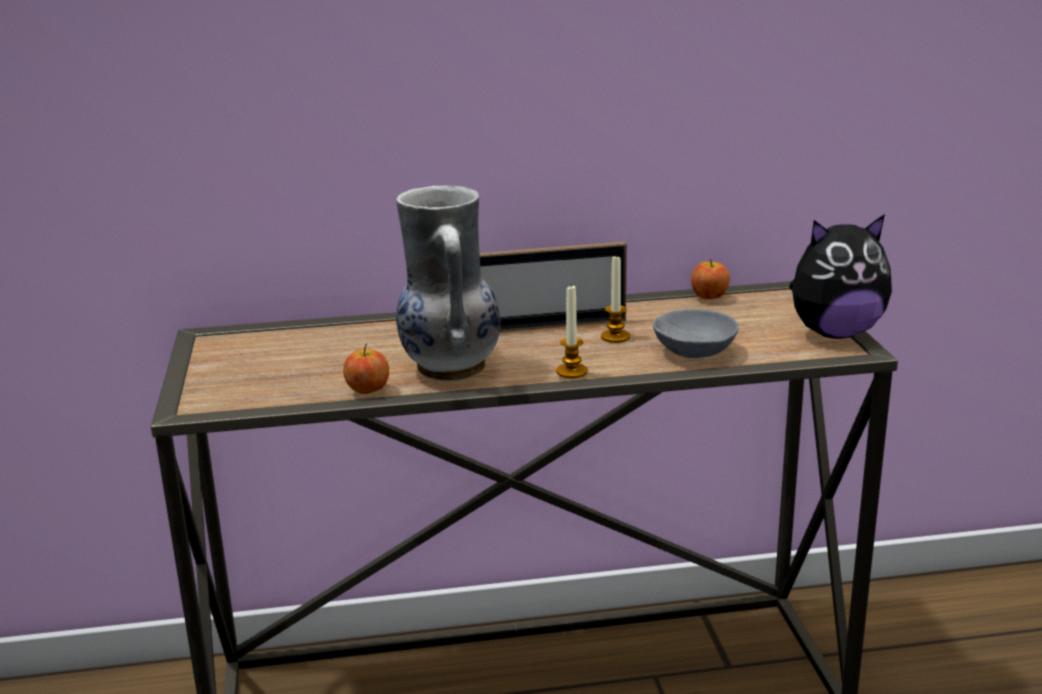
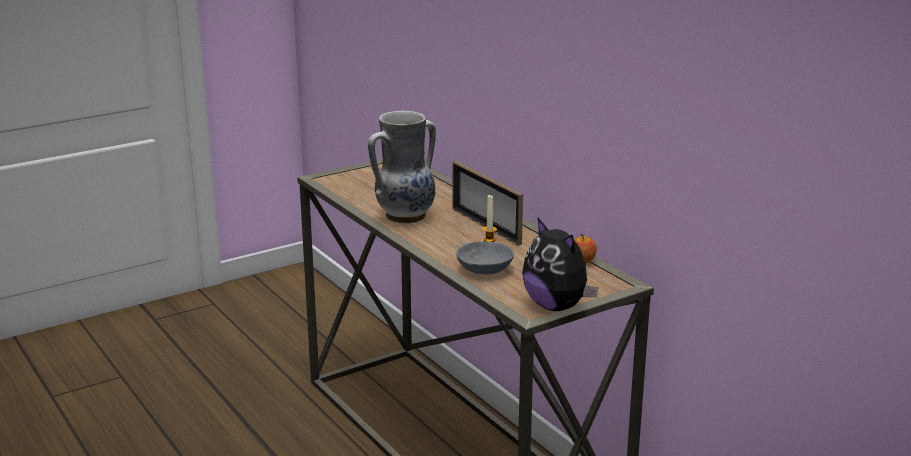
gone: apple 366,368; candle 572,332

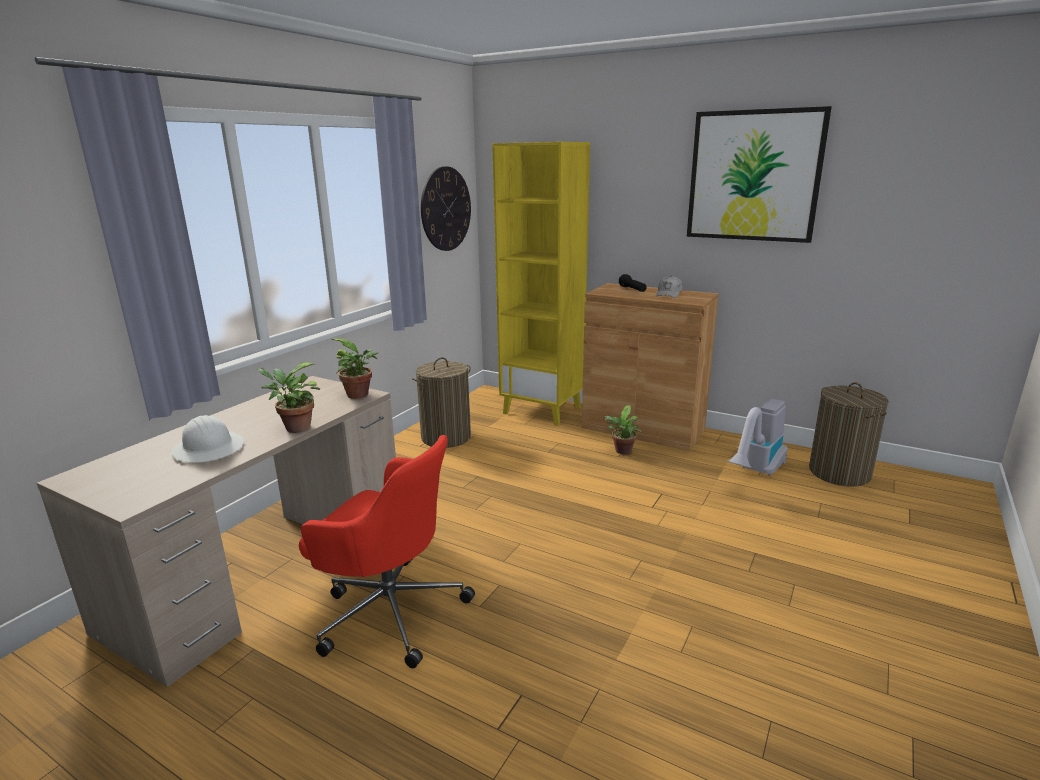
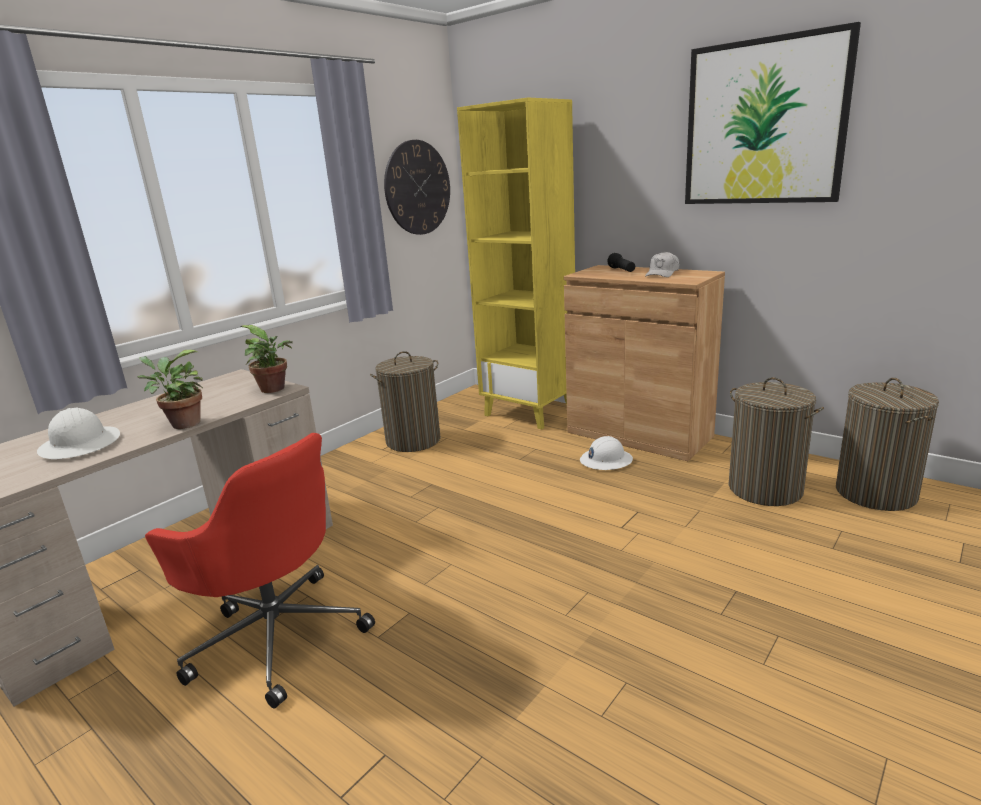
swapped: potted plant 623,429 to white hard hat 606,453; vacuum cleaner 758,437 to laundry basket 776,441

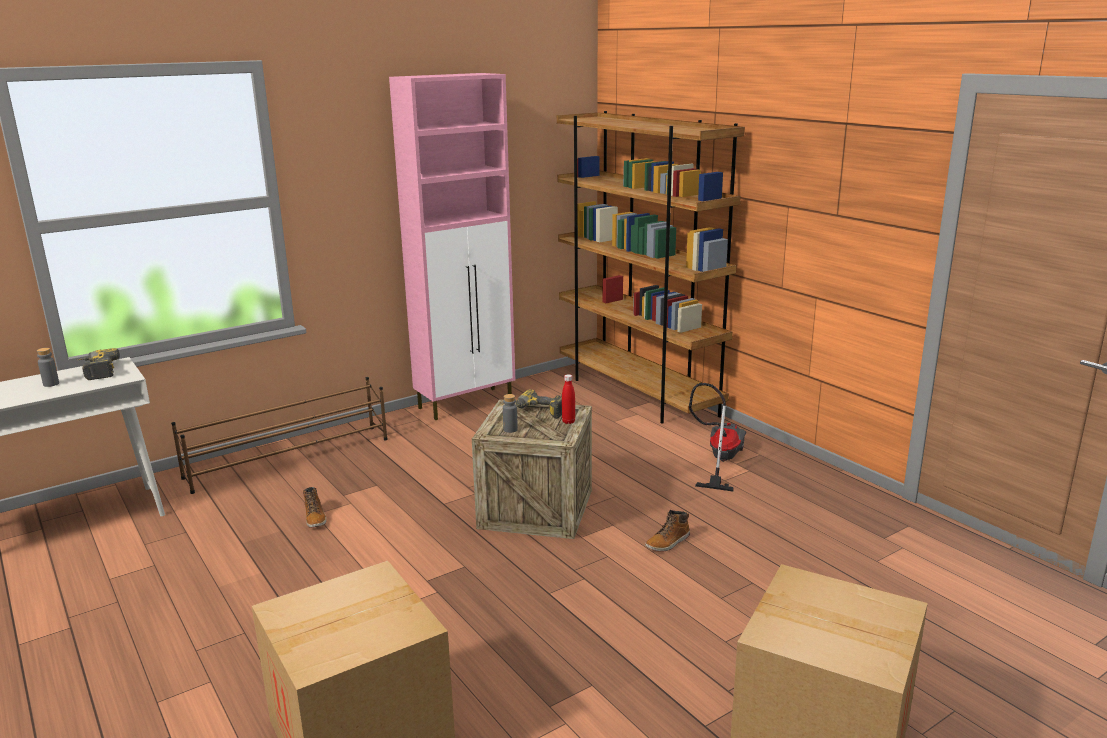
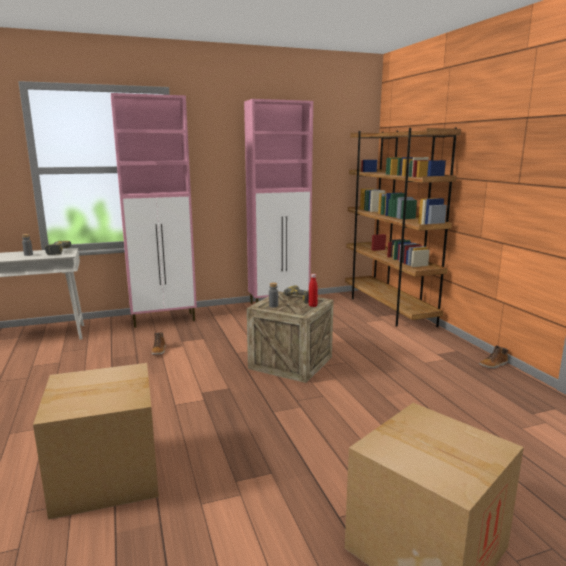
gone: vacuum cleaner 717,437
shifted: boot 667,531 to 493,357
swapped: brown shoe rack 279,435 to pink cabinet 154,210

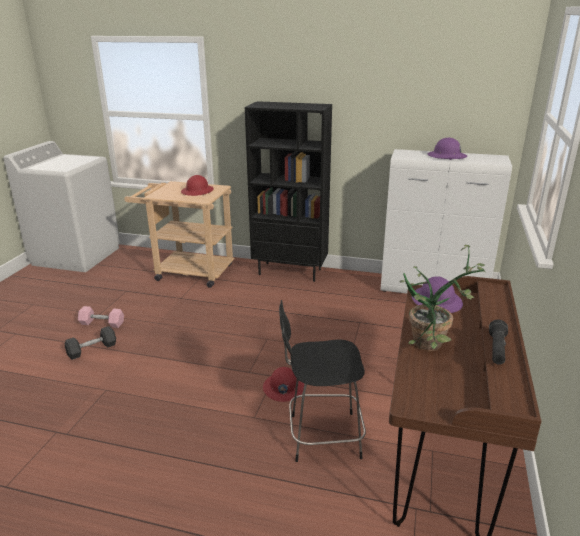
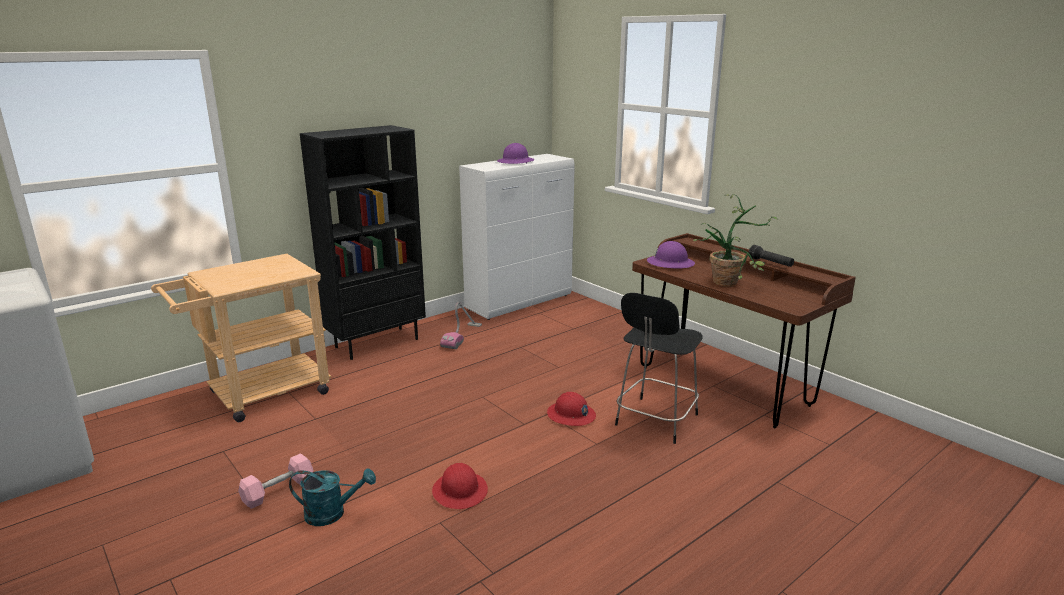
new: vacuum cleaner 461,325
shifted: red hard hat 197,185 to 460,486
swapped: grey dumbbell 90,343 to turquoise watering can 332,497

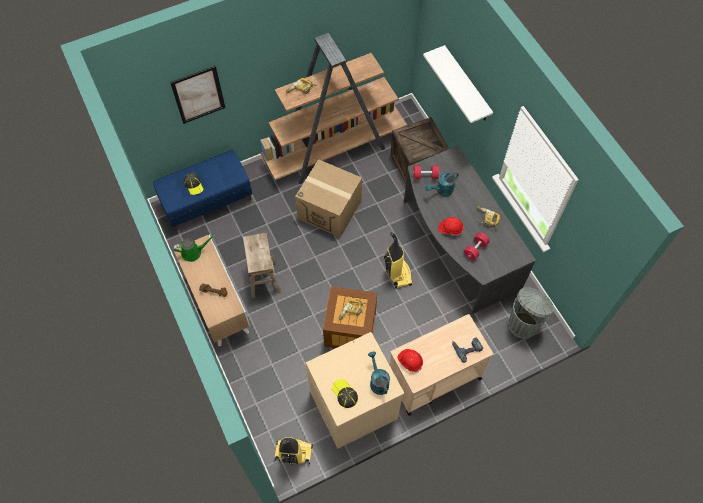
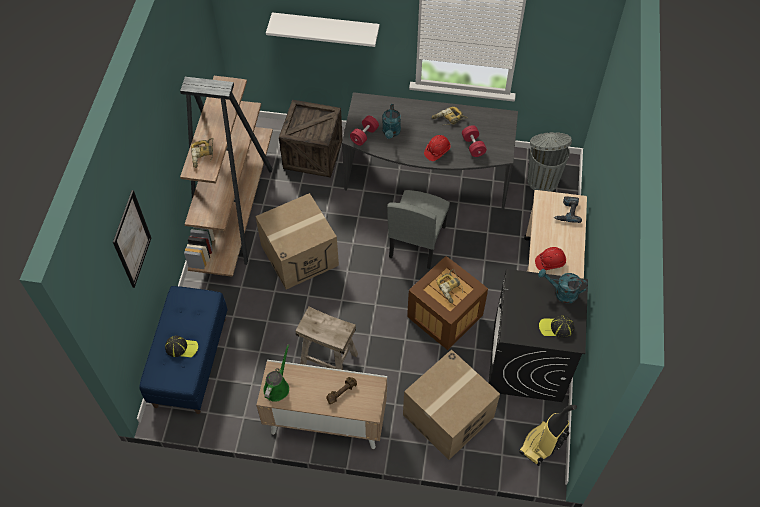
new: cardboard box 451,404
swapped: vacuum cleaner 398,260 to grey chair 418,229
repainted: beige washing machine 355,390 to black washing machine 538,335

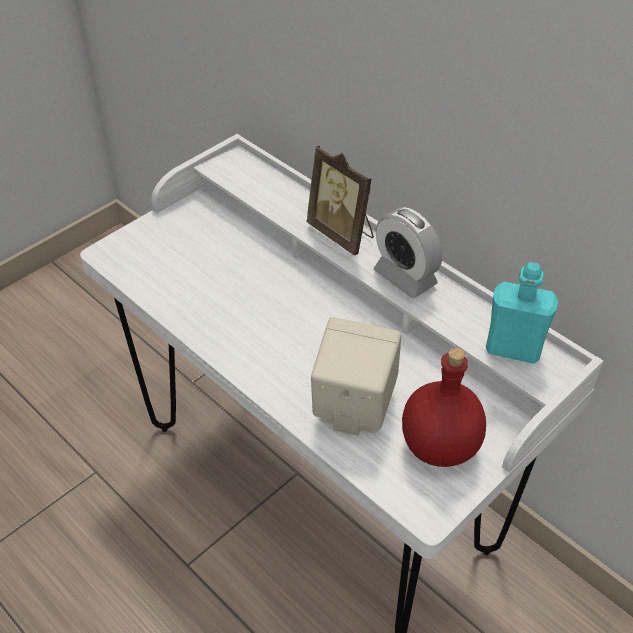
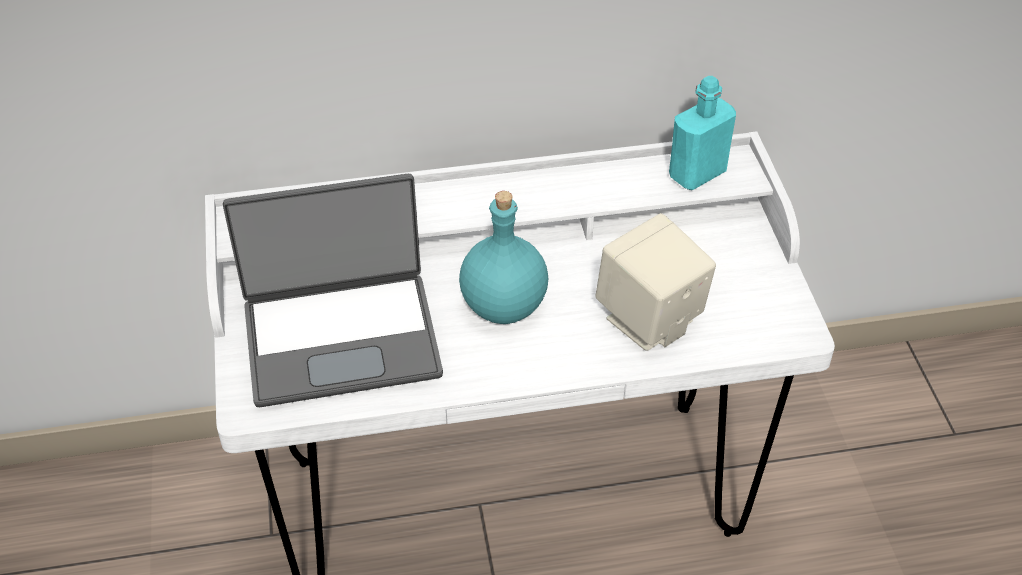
gone: picture frame 340,200; alarm clock 408,252; red bottle 444,407
new: laptop 333,290; turquoise bottle 503,257

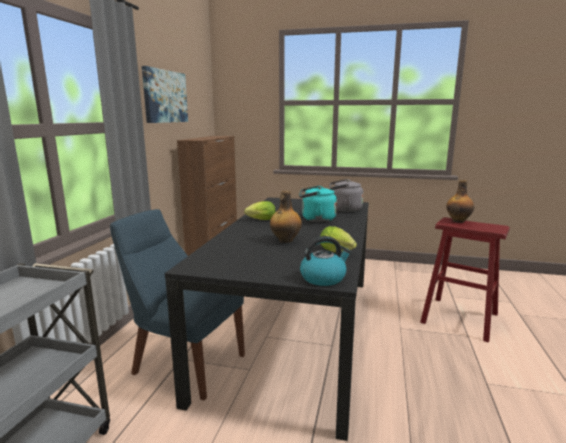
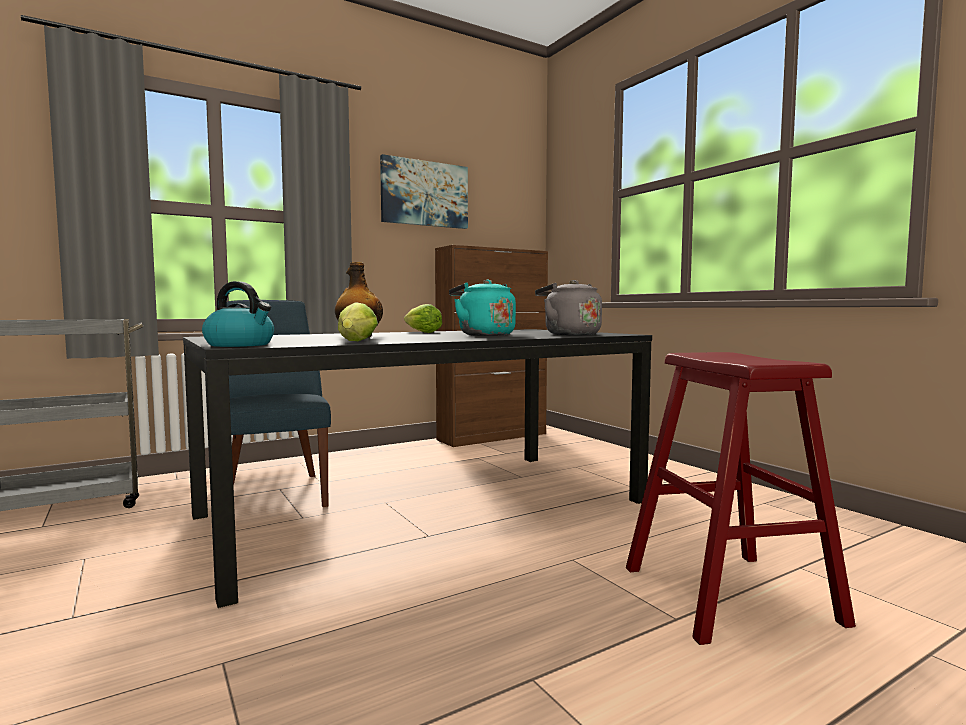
gone: bottle 460,201

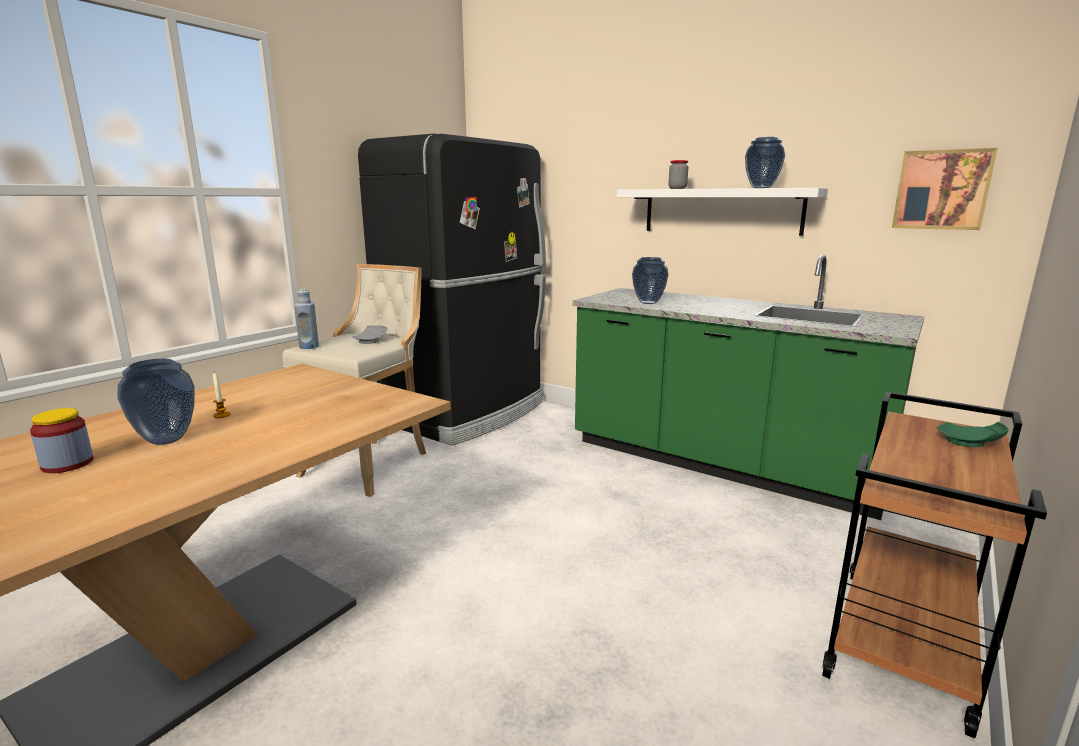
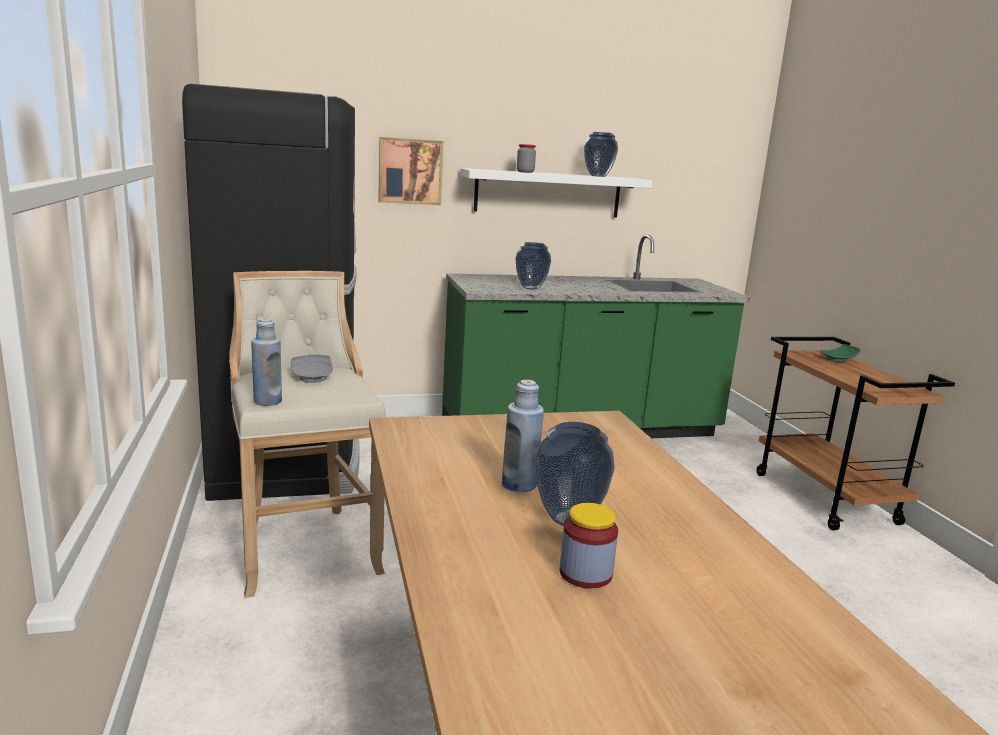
shifted: picture 945,189 to 410,171
swapped: candle 221,395 to blue bottle 523,436

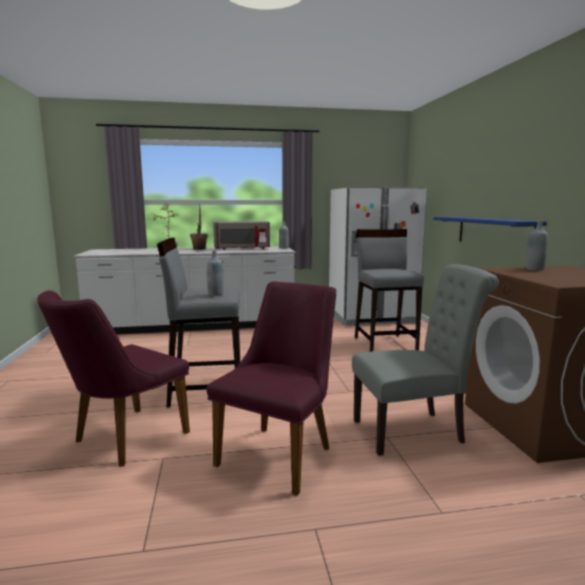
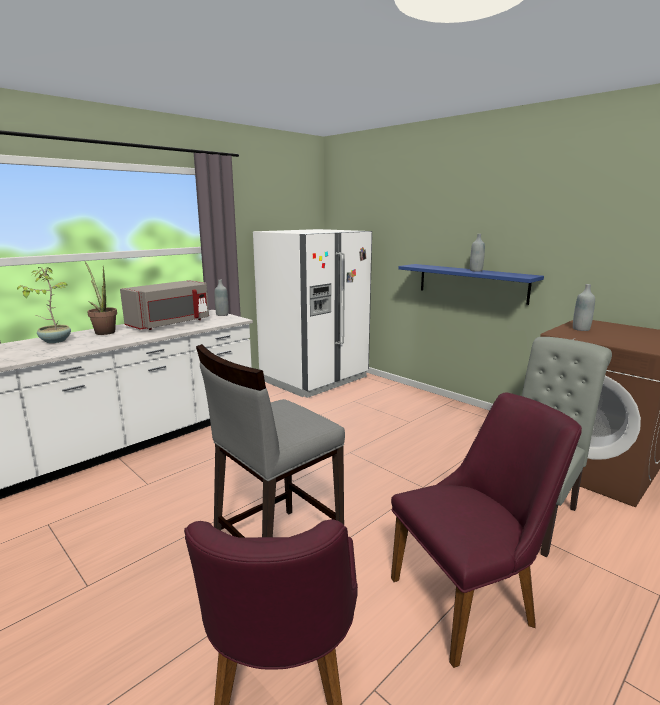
gone: grey stool 389,290
shifted: grey bottle 215,273 to 477,252
rotated: purple chair 271,388 = 486,530 75 degrees clockwise

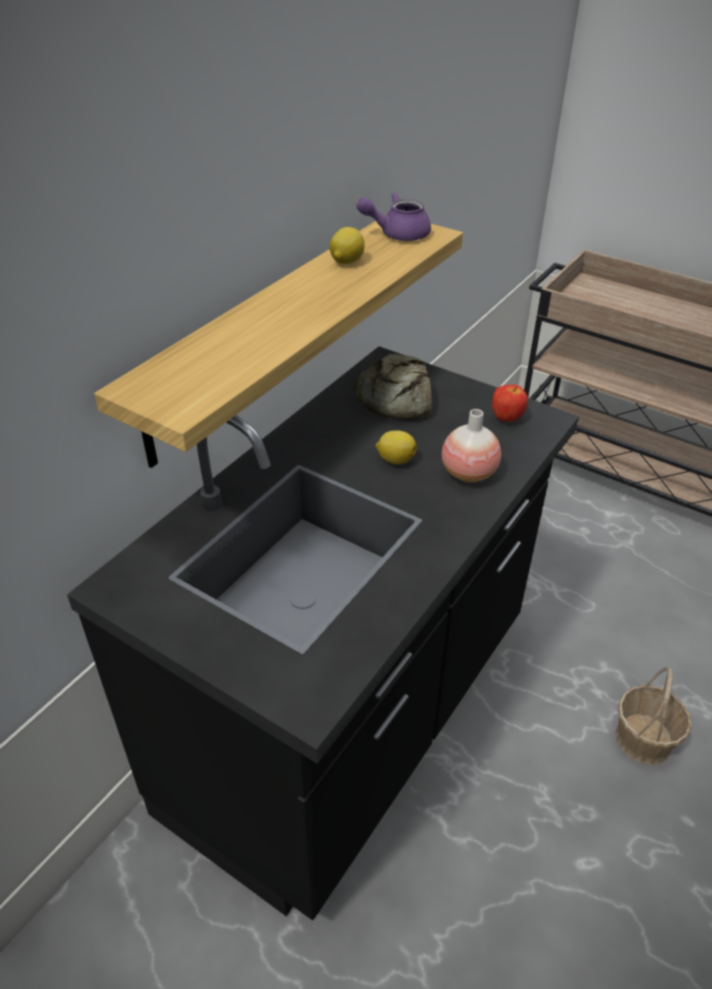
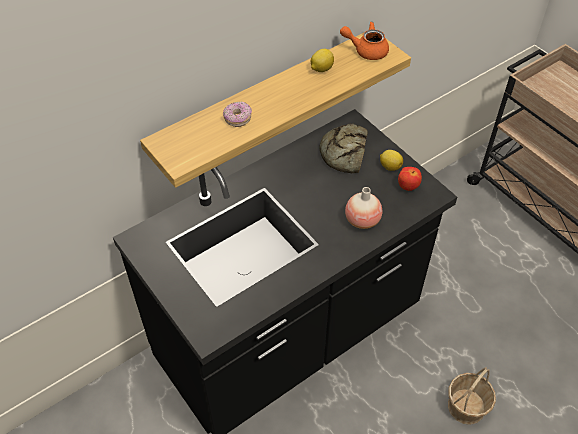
new: donut 237,114
shifted: lemon 396,447 to 391,160
repainted: purple teapot 394,216 to orange teapot 364,41

